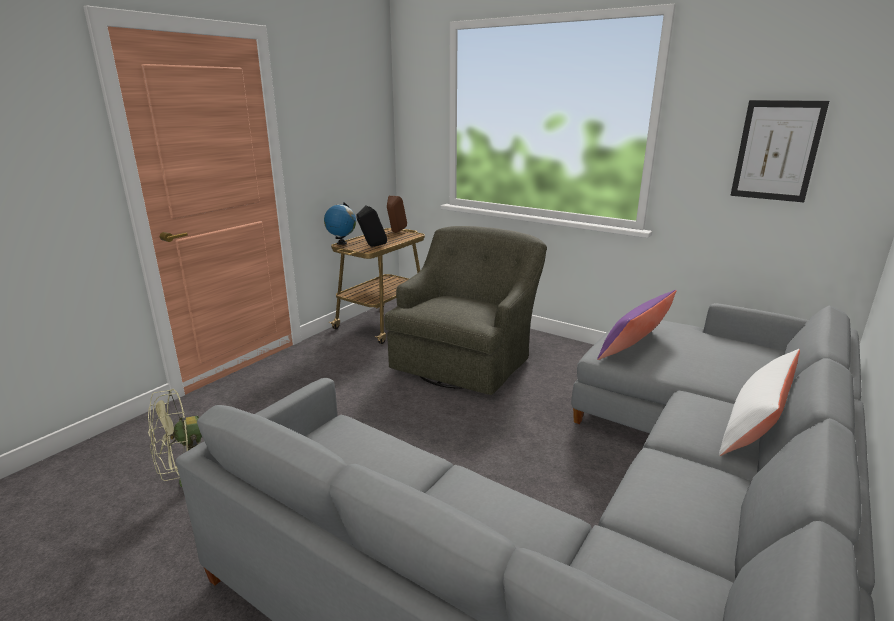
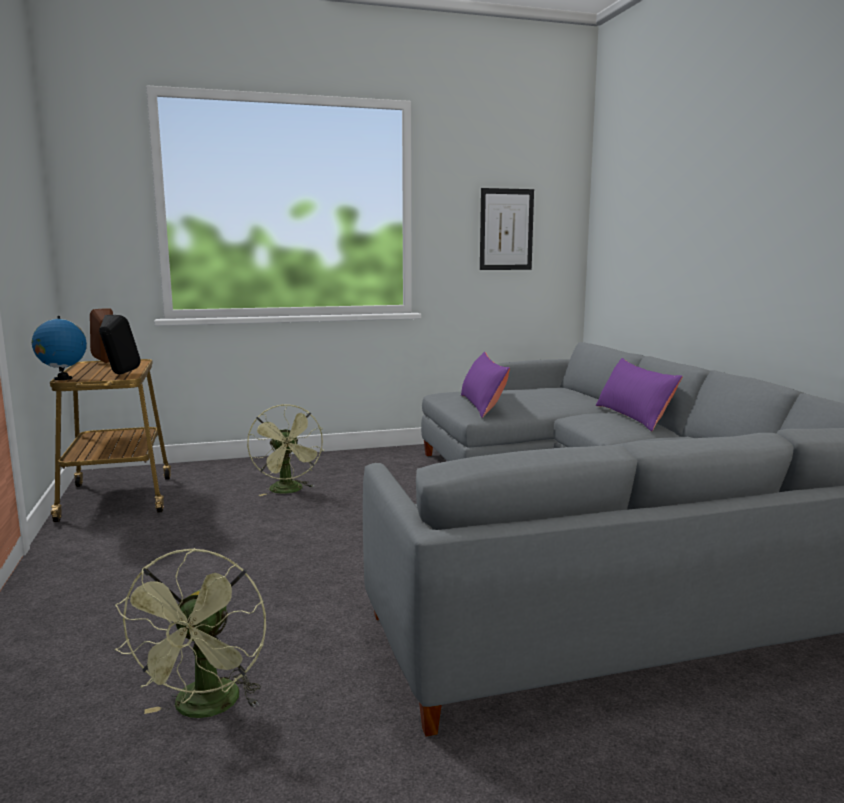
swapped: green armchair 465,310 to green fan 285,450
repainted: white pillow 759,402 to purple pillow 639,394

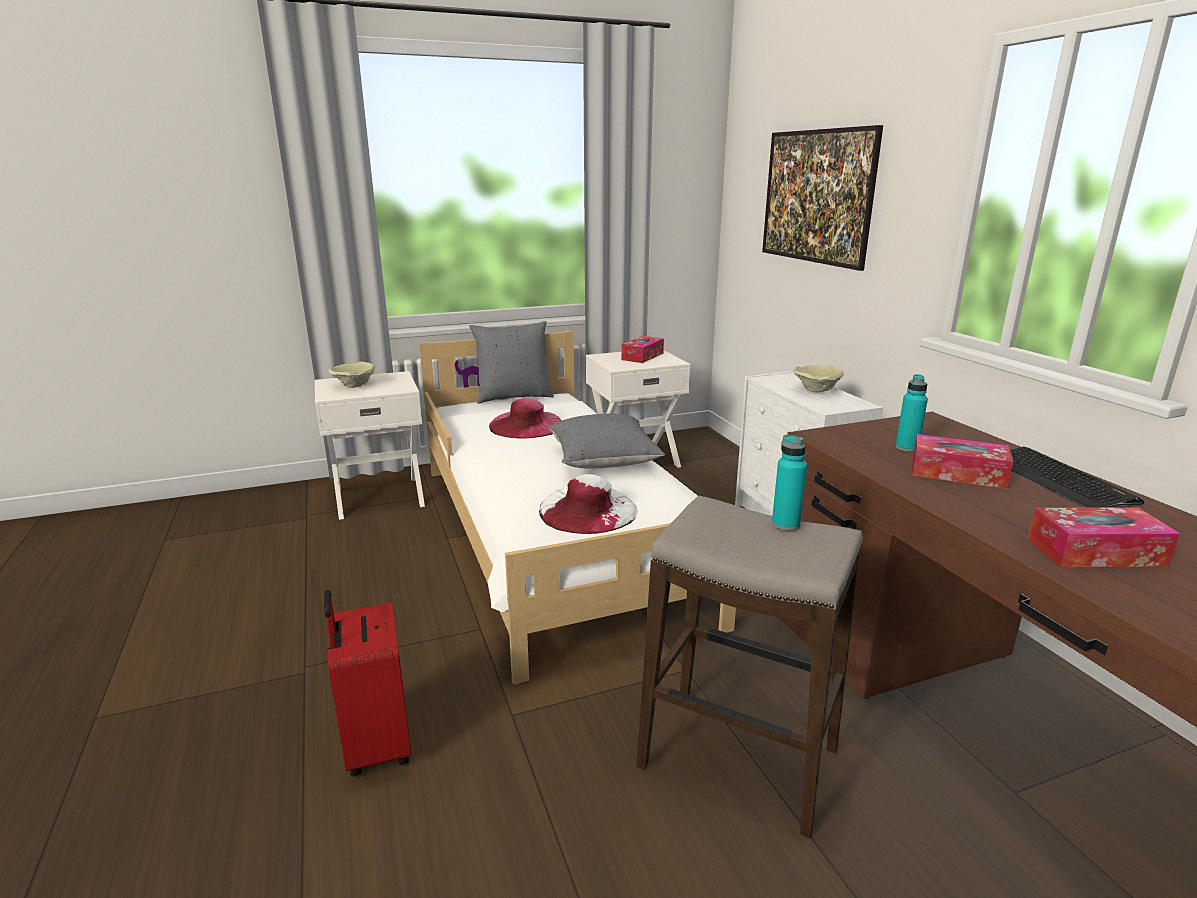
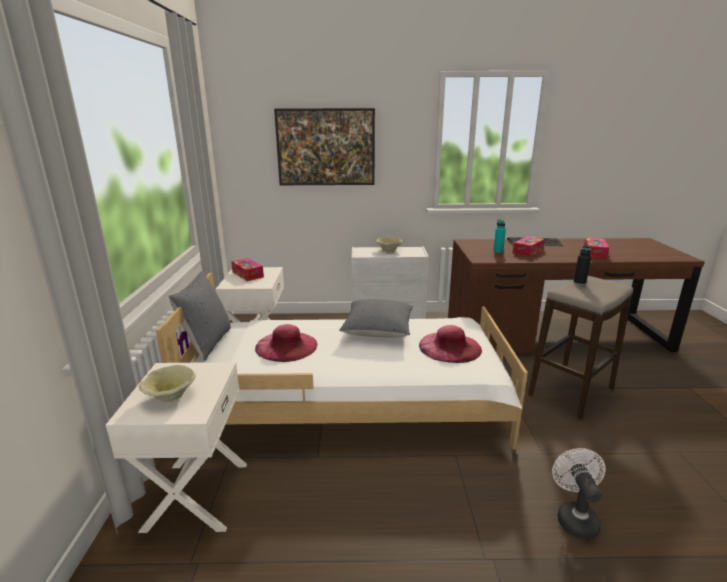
swapped: red suitcase 367,683 to white fan 579,493
repainted: white hat 588,504 to pink hat 450,344; turquoise bottle 789,483 to black bottle 582,265

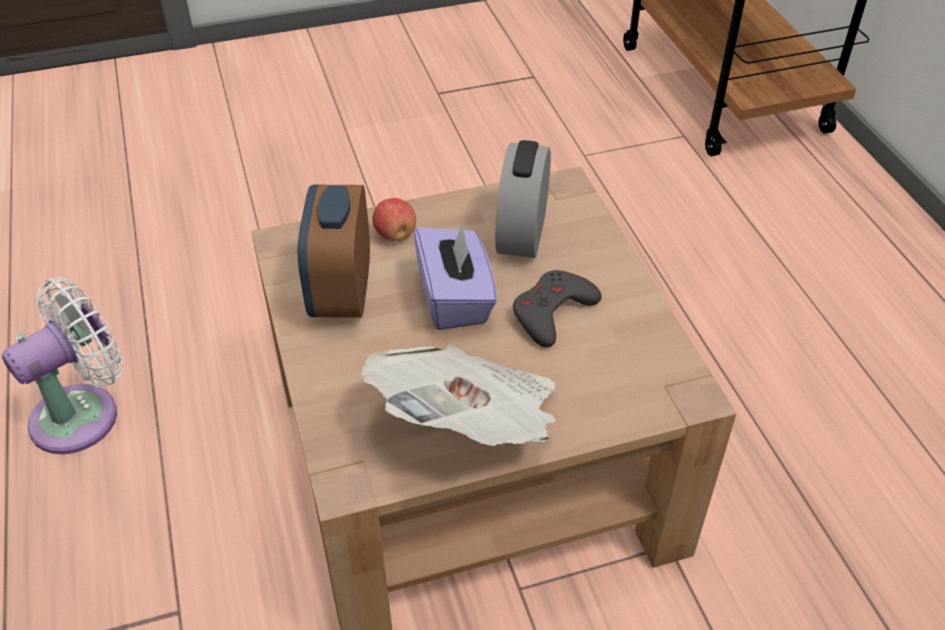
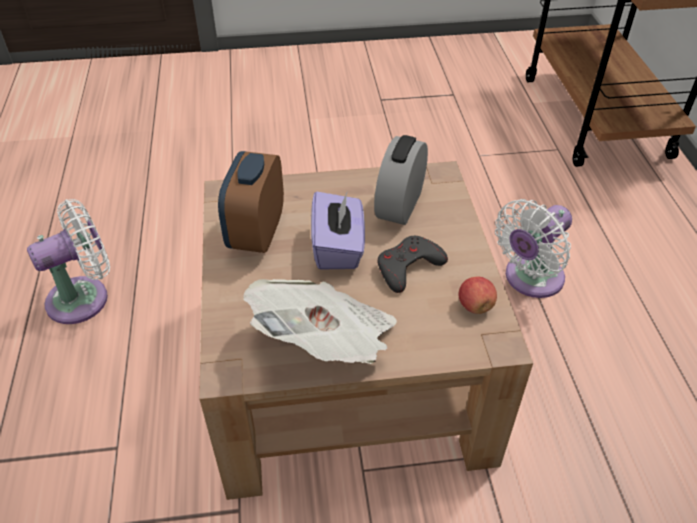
new: white fan 533,248
shifted: apple 394,219 to 477,295

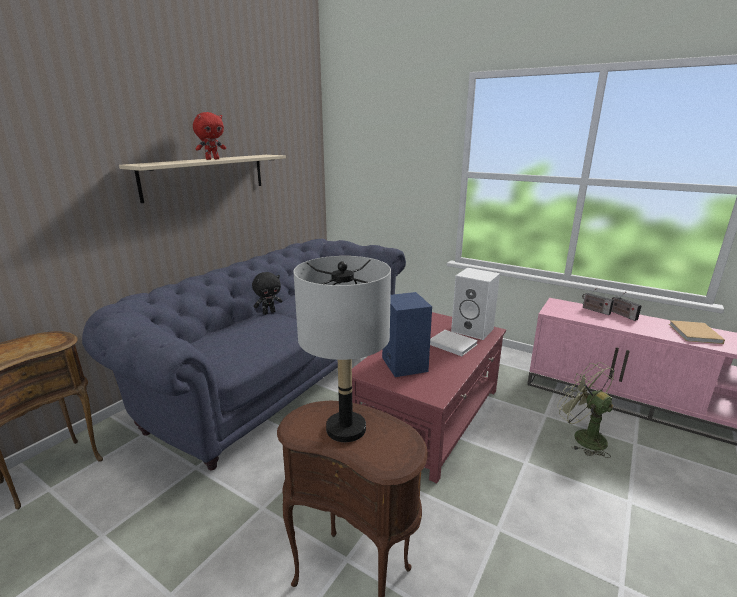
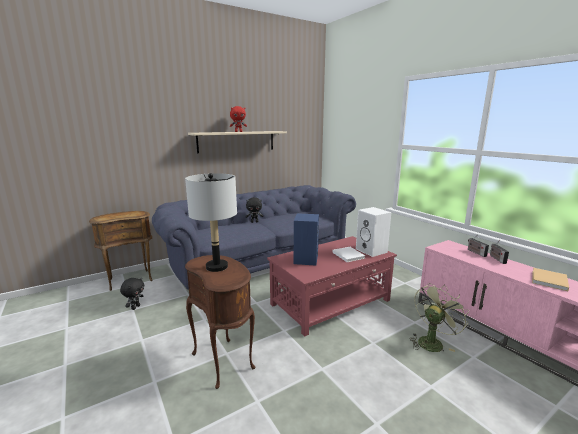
new: black plush toy 132,293
rotated: green fan 586,410 = 439,317 60 degrees clockwise

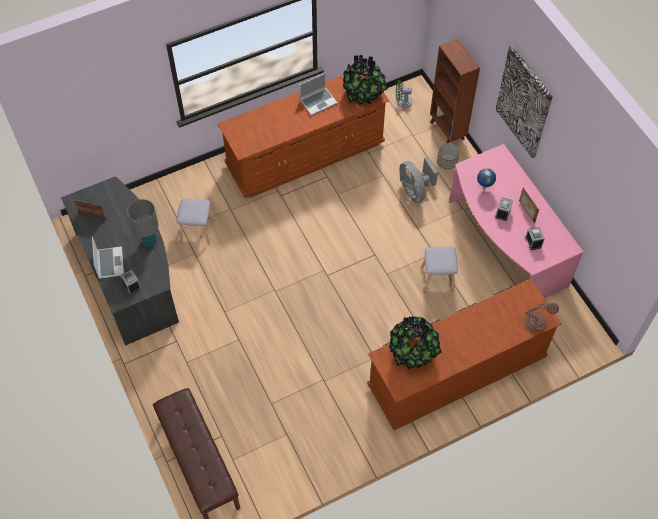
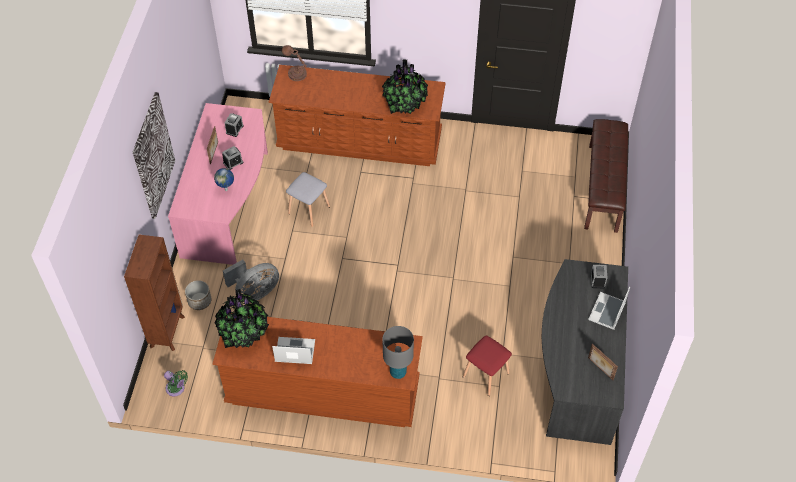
shifted: grey table lamp 143,223 to 398,352
repainted: grey stool 195,221 to red stool 487,366
rotated: grey fan 418,179 = 251,280 45 degrees clockwise

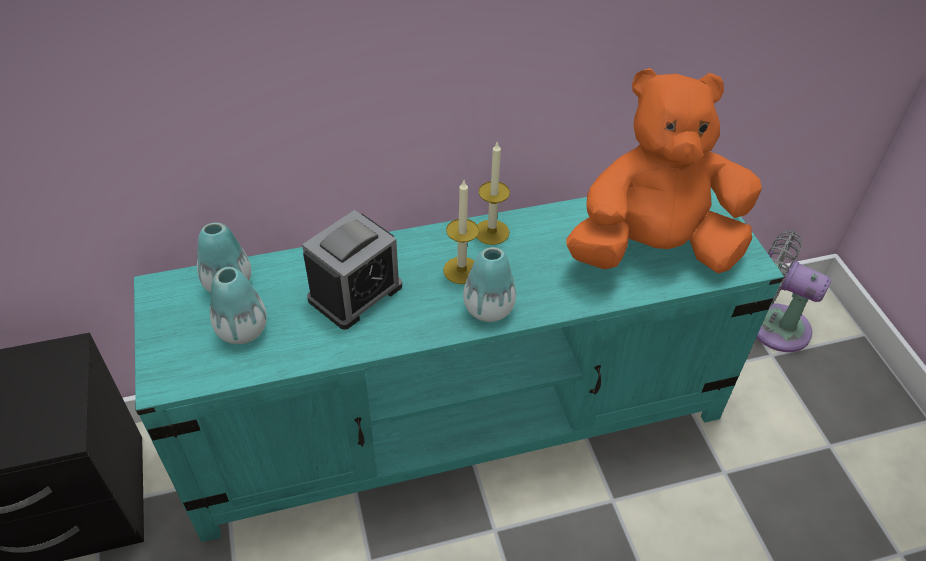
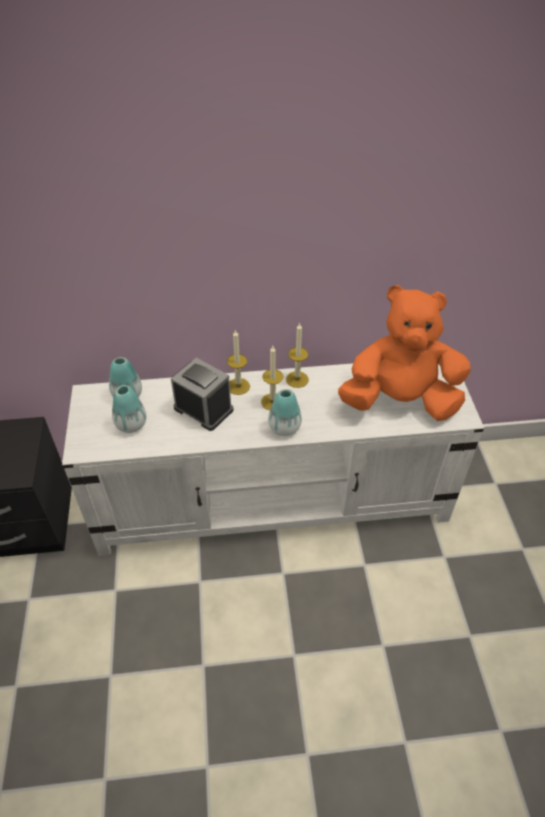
gone: grey fan 793,291
new: candle 238,362
repainted: turquoise tv stand 459,365 to white tv stand 273,459
rotated: alarm clock 352,270 = 202,394 105 degrees counterclockwise

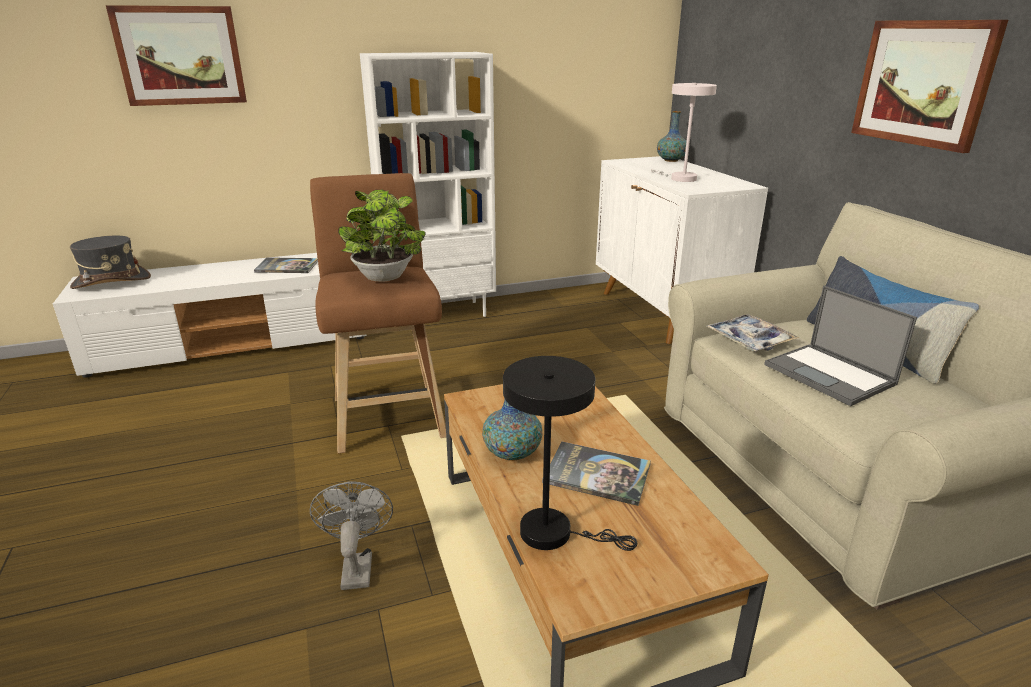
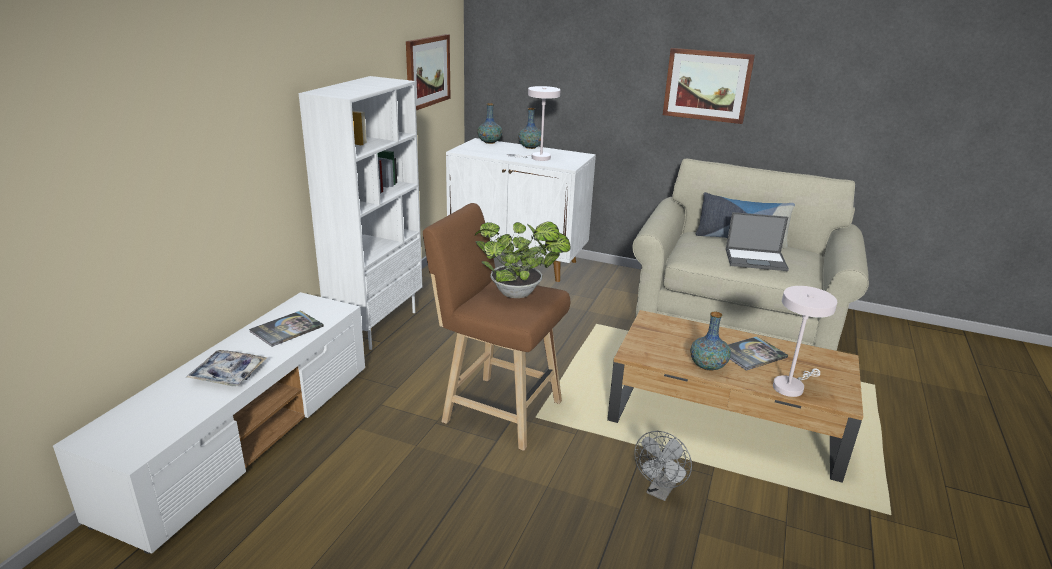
gone: grey hat 110,262
new: vase 531,128
shifted: picture 176,55 to 428,72; tray 753,333 to 226,368
repainted: black table lamp 570,453 to white table lamp 805,341
rotated: grey fan 351,535 = 663,466 90 degrees counterclockwise

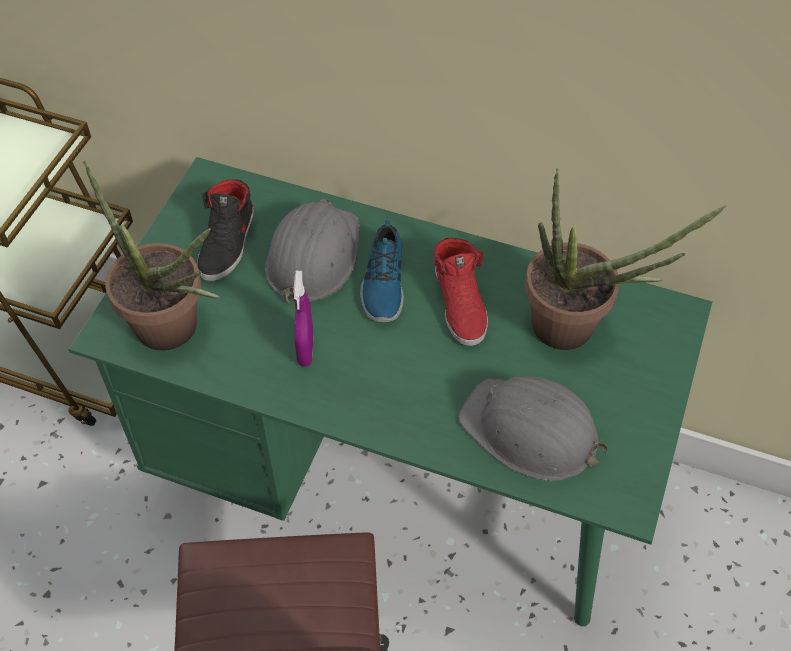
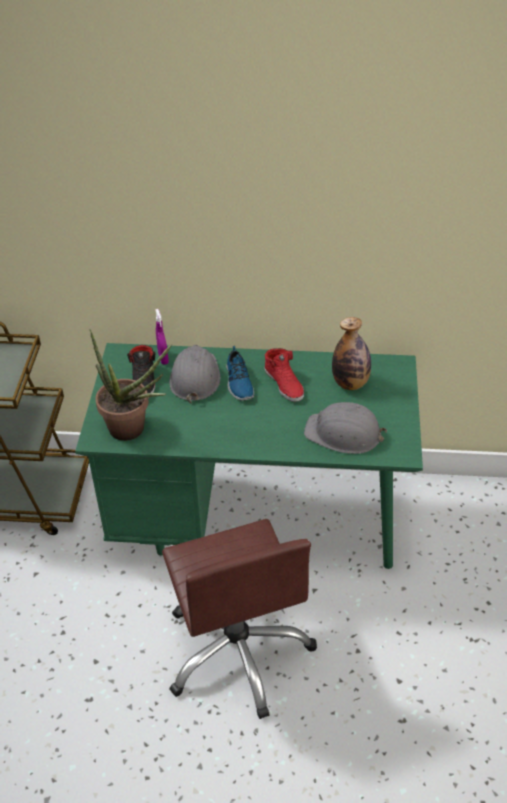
shifted: purple spray bottle 303,319 to 162,337
swapped: potted plant 625,258 to bottle 351,353

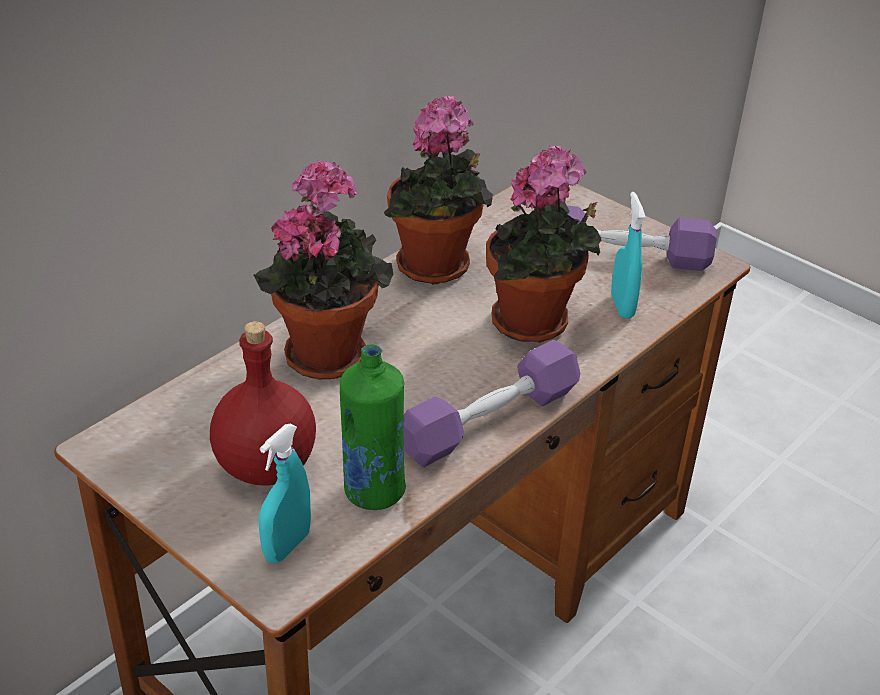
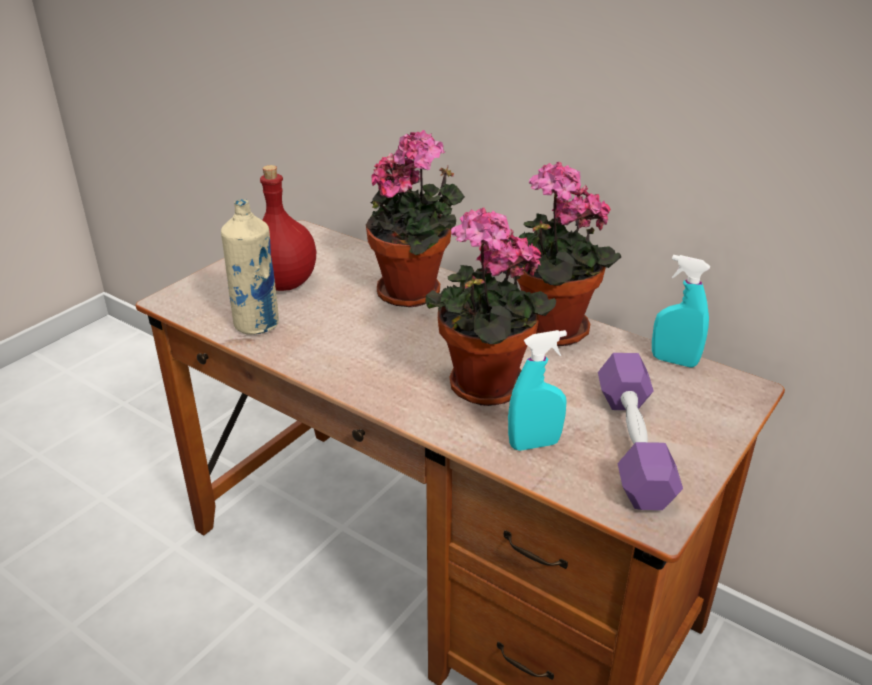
gone: purple dumbbell 492,403
shifted: turquoise spray bottle 285,493 to 681,311
repainted: green bottle 373,427 to beige bottle 250,267

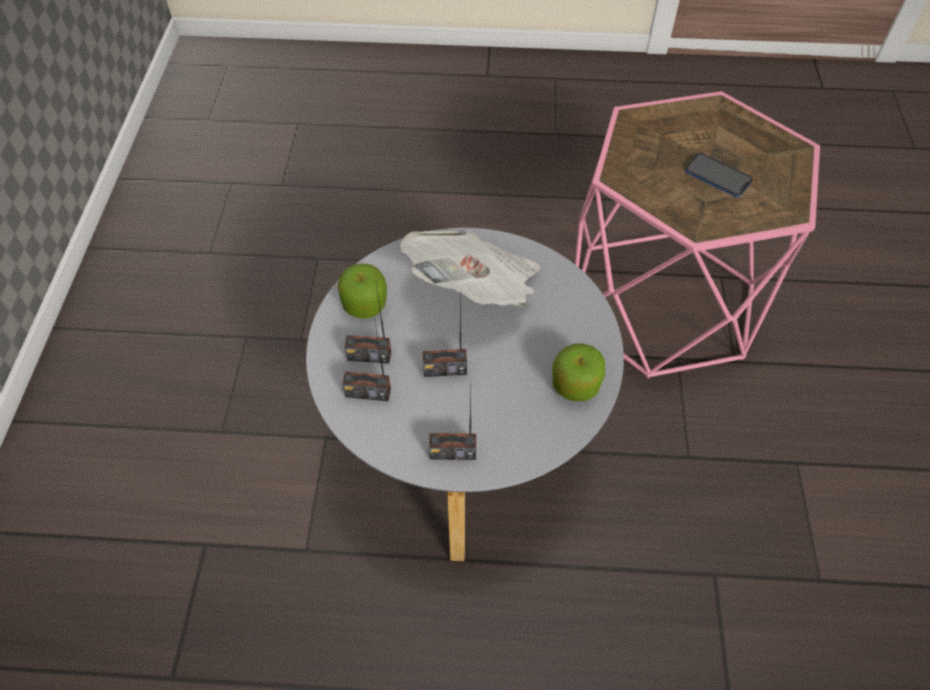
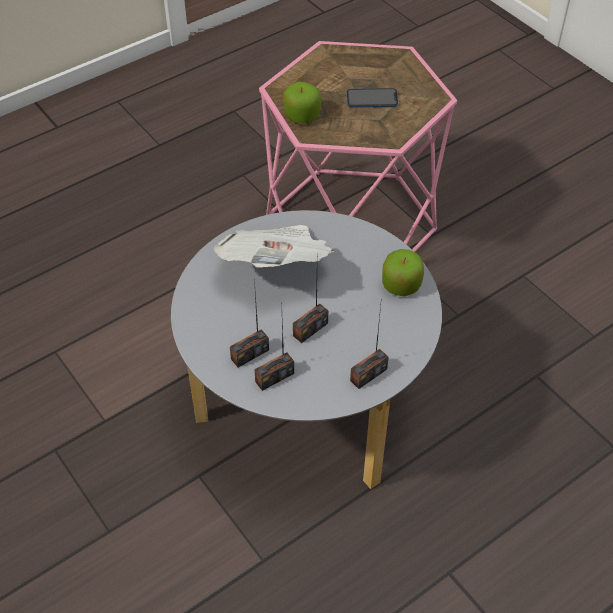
shifted: apple 362,291 to 302,103

